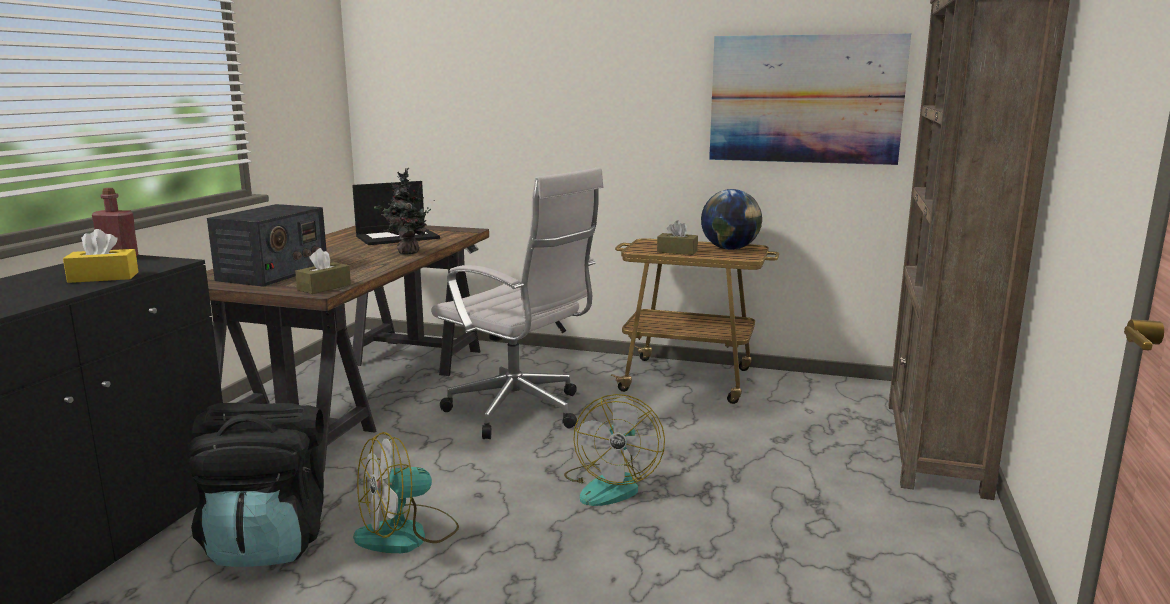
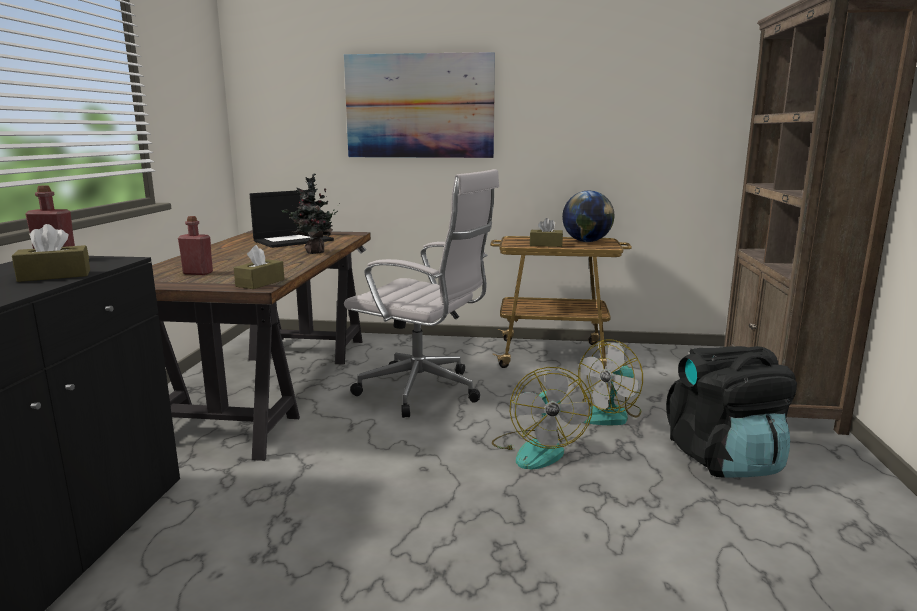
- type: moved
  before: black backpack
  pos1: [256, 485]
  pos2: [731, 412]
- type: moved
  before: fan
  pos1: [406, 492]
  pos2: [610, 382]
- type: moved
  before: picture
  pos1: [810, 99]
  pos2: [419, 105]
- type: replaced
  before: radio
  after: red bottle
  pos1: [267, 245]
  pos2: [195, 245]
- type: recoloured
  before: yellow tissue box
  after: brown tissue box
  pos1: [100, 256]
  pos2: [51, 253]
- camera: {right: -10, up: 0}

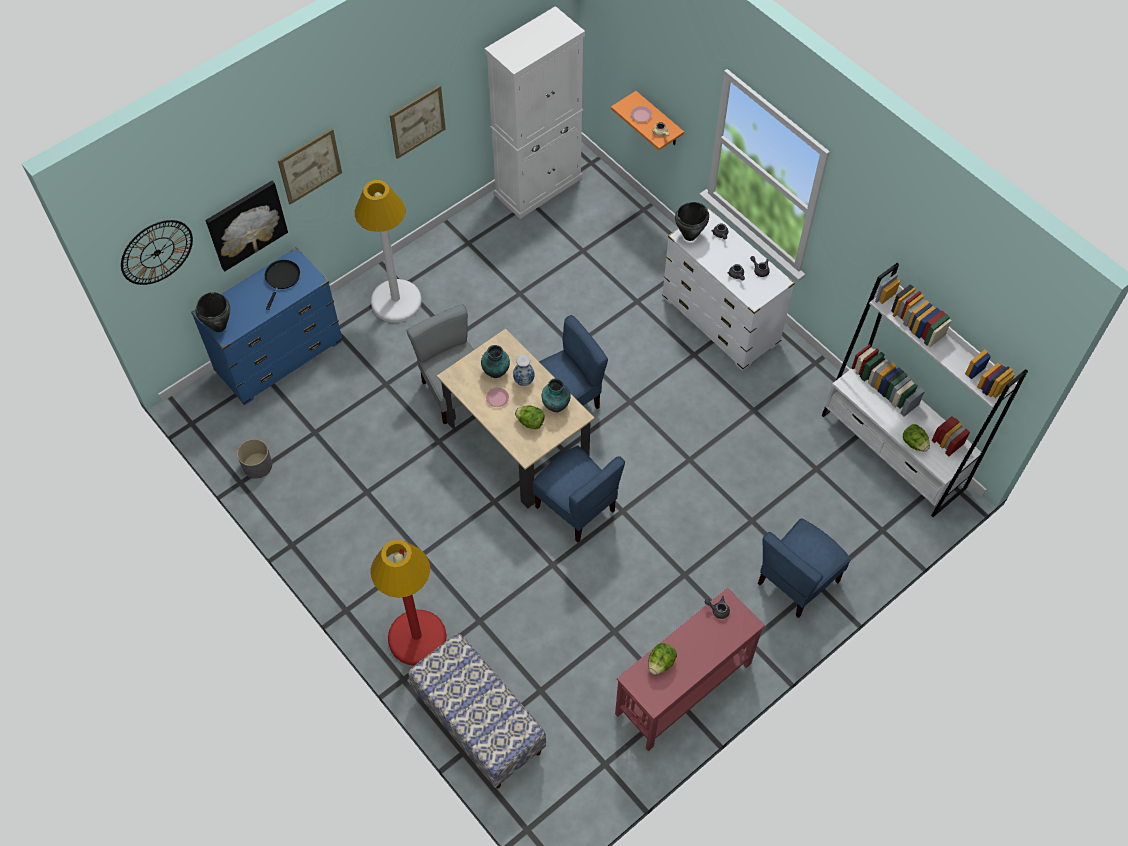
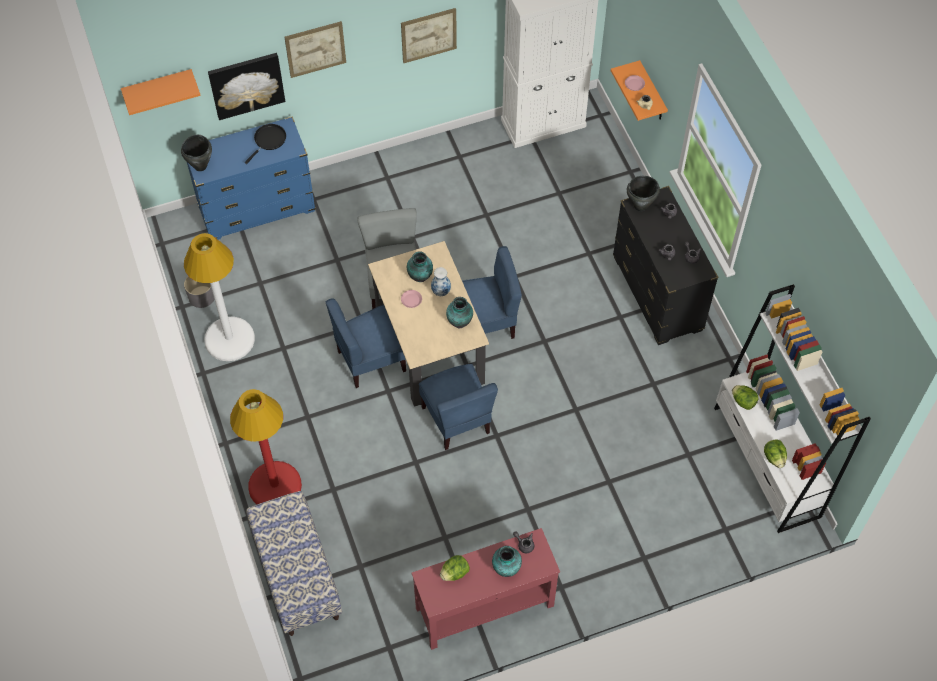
- type: added
  after: vase
  pos2: [507, 561]
- type: moved
  before: white floor lamp
  pos1: [388, 251]
  pos2: [219, 297]
- type: moved
  before: lettuce
  pos1: [530, 417]
  pos2: [745, 397]
- type: moved
  before: blue chair
  pos1: [804, 568]
  pos2: [366, 343]
- type: replaced
  before: wall clock
  after: orange shelf
  pos1: [157, 252]
  pos2: [161, 92]
- type: recoloured
  before: white dresser
  after: black dresser
  pos1: [728, 289]
  pos2: [666, 265]
- camera: {right: 20, up: 0}

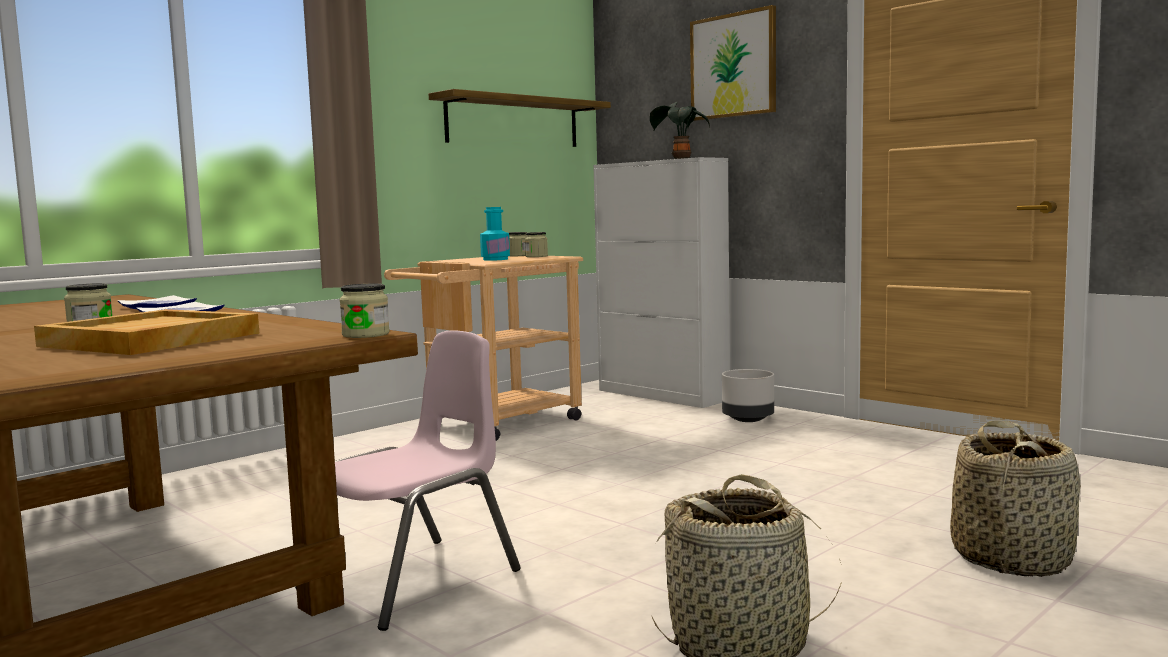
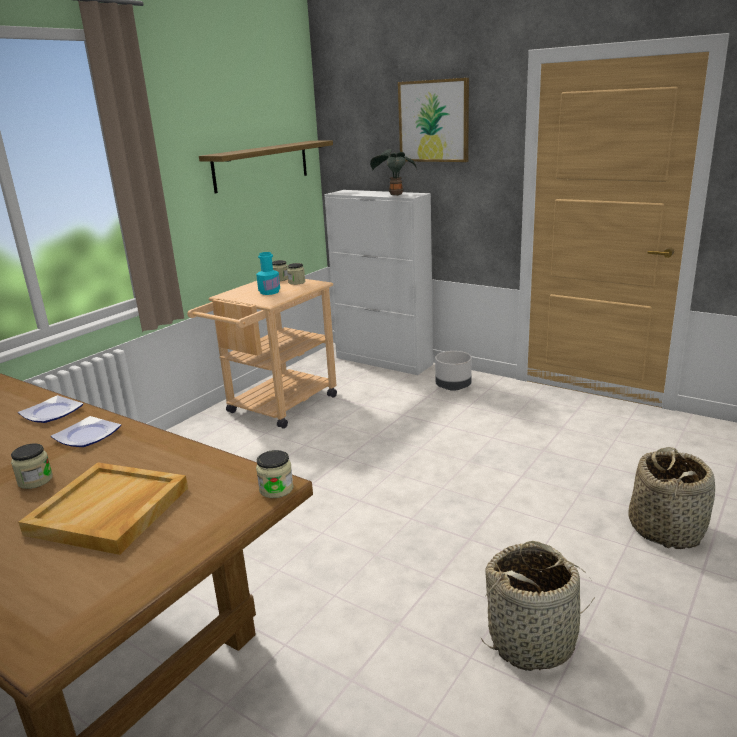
- type: removed
  before: pink chair
  pos1: [408, 480]
- camera: {right: -10, up: 15}

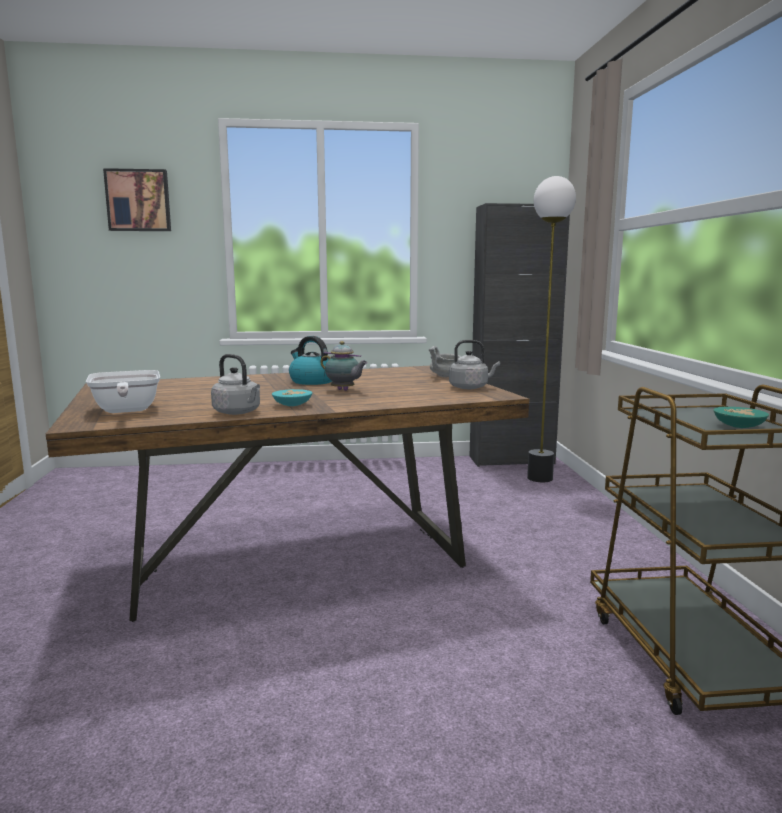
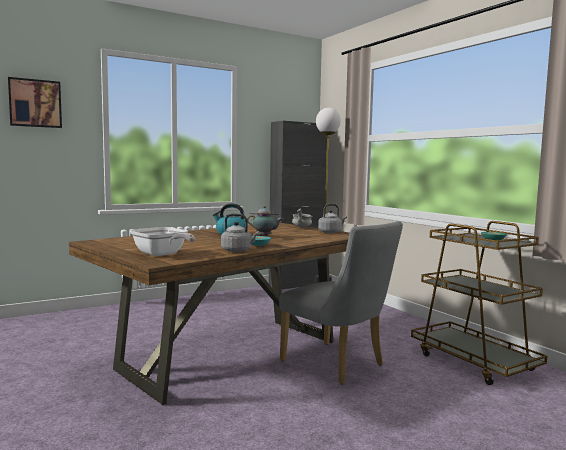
- type: added
  after: grey chair
  pos2: [341, 302]
- camera: {right: -25, up: -5}

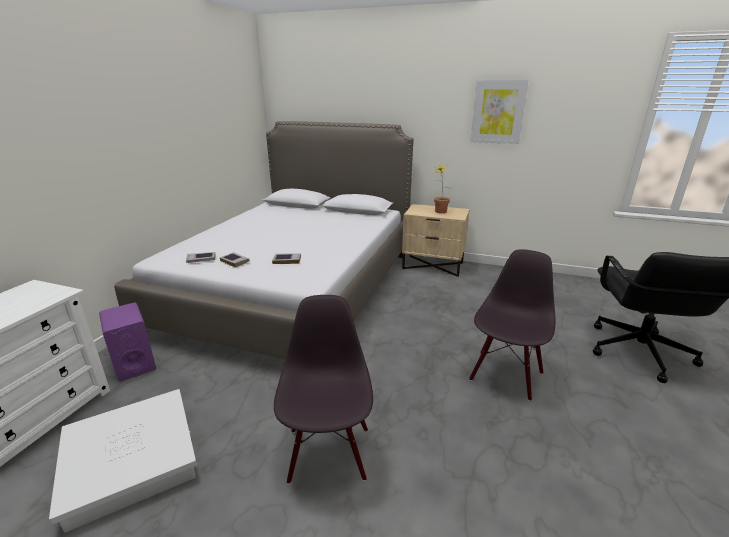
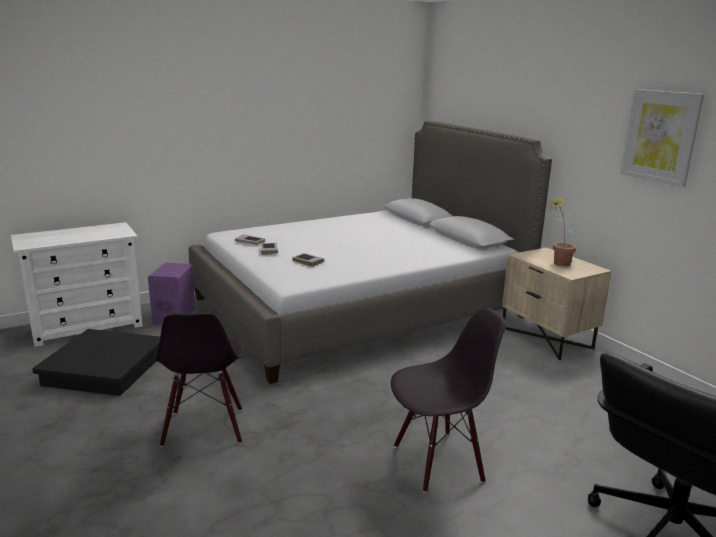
- type: recoloured
  before: white storage box
  after: black storage box
  pos1: [123, 461]
  pos2: [96, 362]
- type: turned
  before: black chair
  pos1: [323, 389]
  pos2: [199, 380]
  turn: 135
- camera: {right: 40, up: -5}

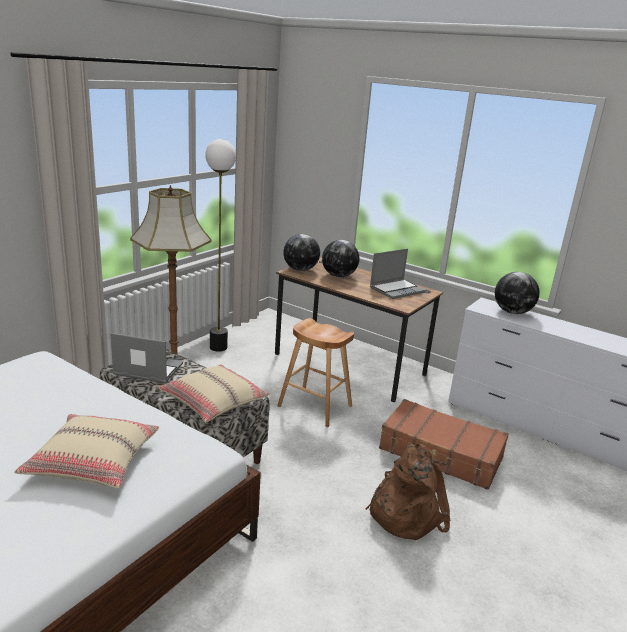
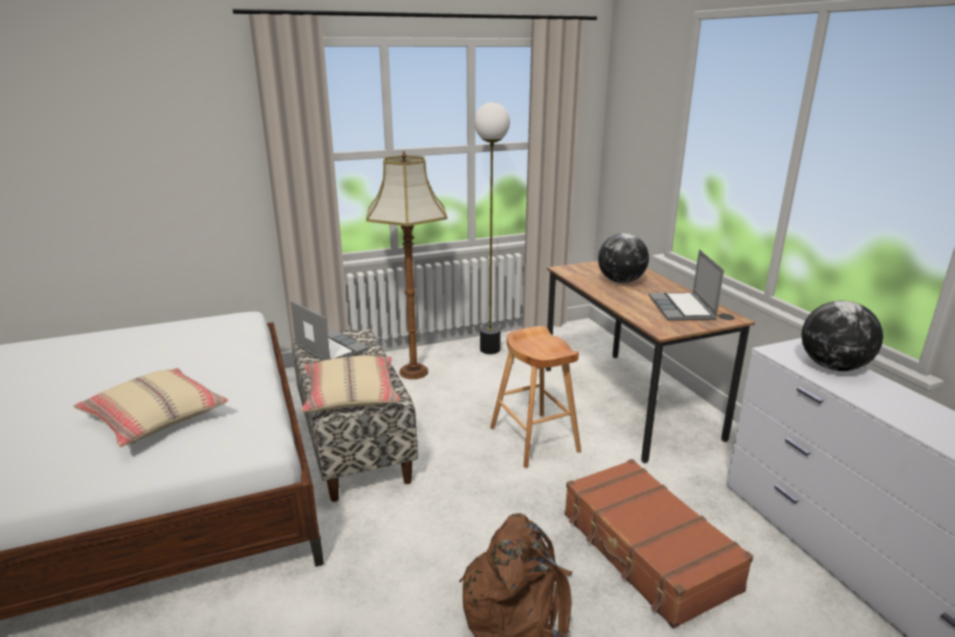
- type: removed
  before: globe
  pos1: [301, 252]
- type: turned
  before: laptop
  pos1: [398, 274]
  pos2: [686, 285]
  turn: 90
- camera: {right: 35, up: 0}

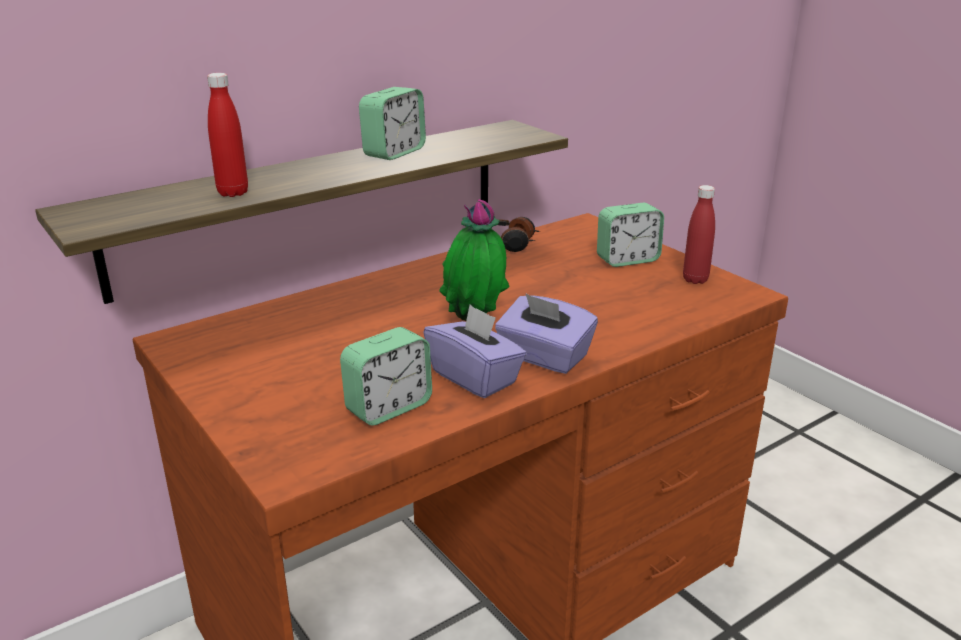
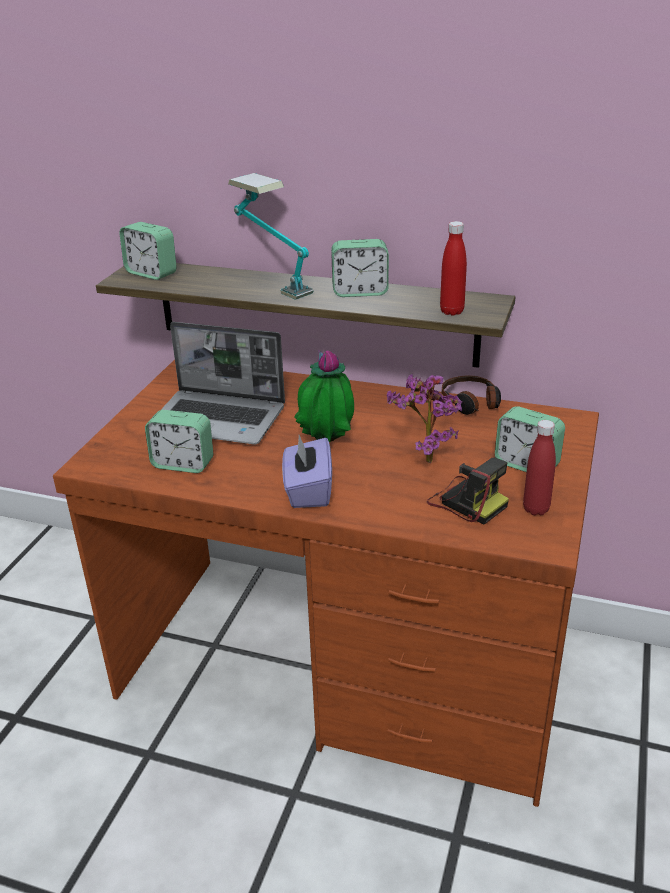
- type: removed
  before: purple tissue box
  pos1: [475, 351]
- type: added
  after: alarm clock
  pos2: [148, 251]
- type: added
  after: laptop
  pos2: [223, 383]
- type: added
  after: table lamp
  pos2: [271, 236]
- type: added
  after: potted plant
  pos2: [424, 418]
- type: added
  after: photo camera
  pos2: [468, 491]
- type: moved
  before: red bottle
  pos1: [227, 135]
  pos2: [453, 268]
- camera: {right: 55, up: 5}

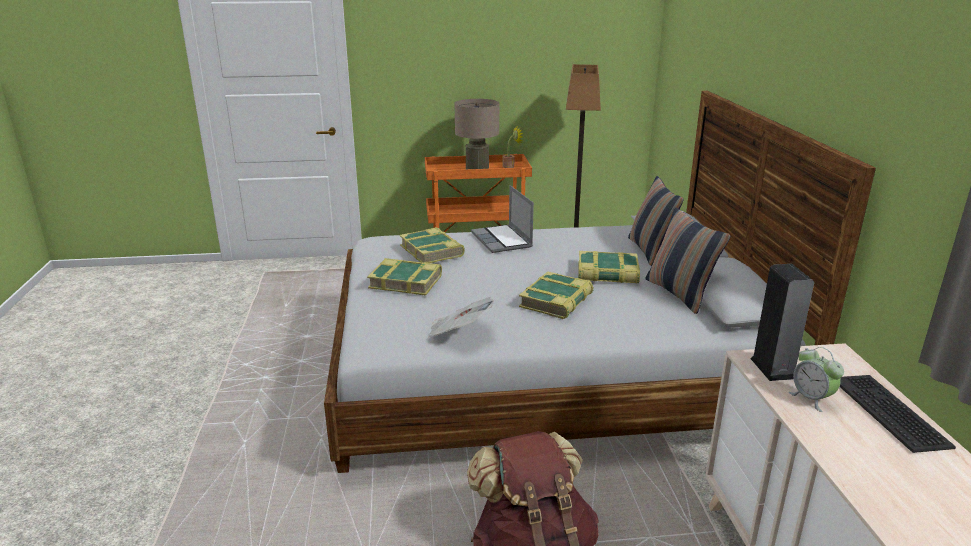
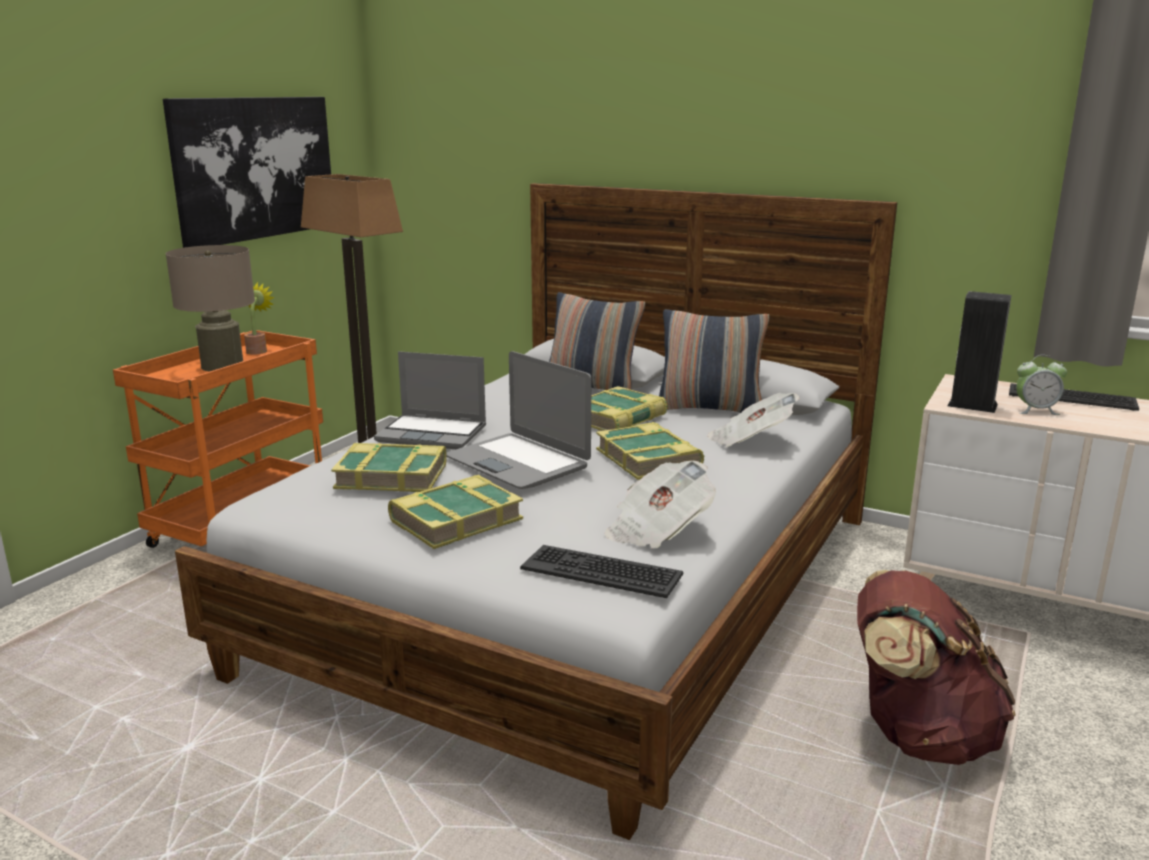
- type: added
  after: picture
  pos2: [247, 172]
- type: added
  after: laptop
  pos2: [519, 420]
- type: added
  after: keyboard
  pos2: [601, 571]
- type: added
  after: newspaper
  pos2: [753, 420]
- camera: {right: -55, up: -5}

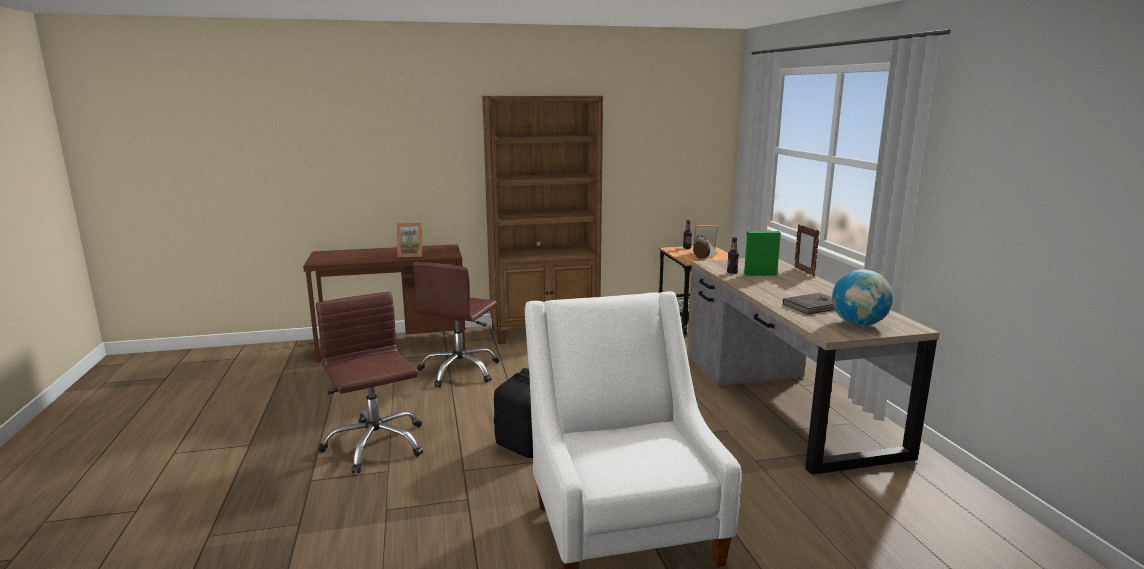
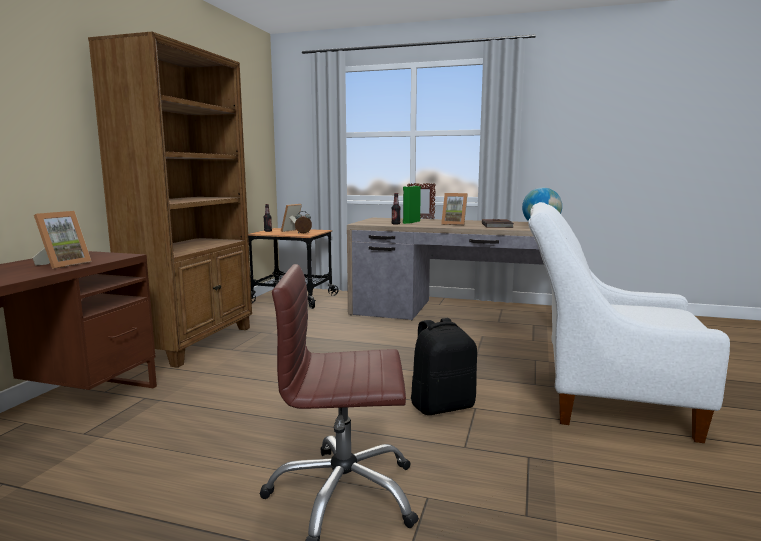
- type: removed
  before: brown office chair
  pos1: [456, 324]
- type: added
  after: picture frame
  pos2: [454, 209]
- camera: {right: -60, up: -5}

